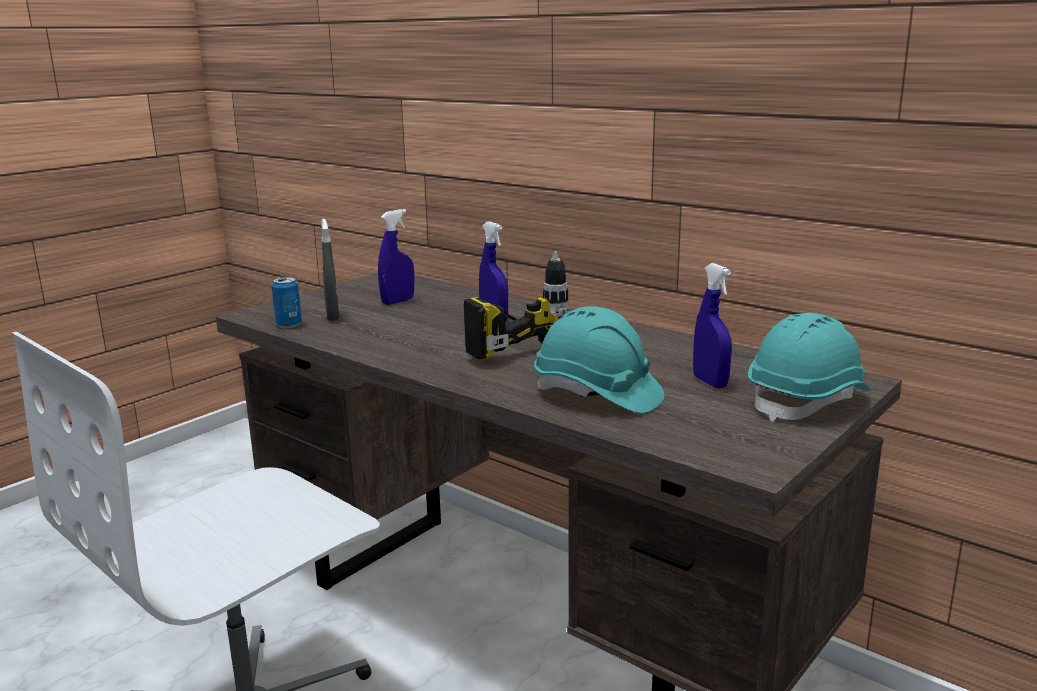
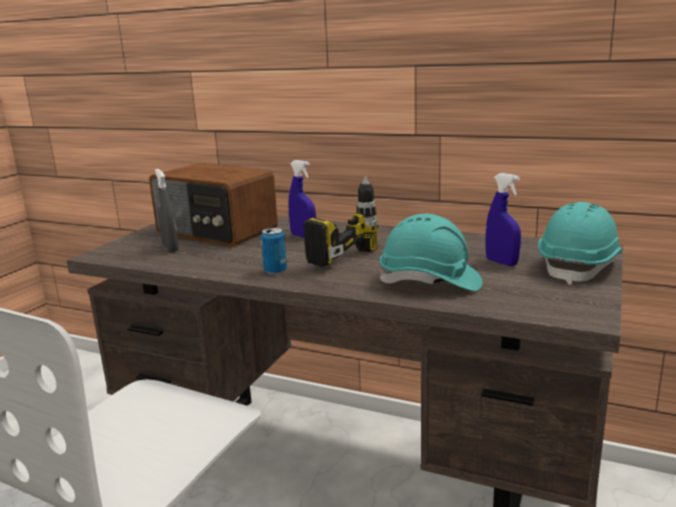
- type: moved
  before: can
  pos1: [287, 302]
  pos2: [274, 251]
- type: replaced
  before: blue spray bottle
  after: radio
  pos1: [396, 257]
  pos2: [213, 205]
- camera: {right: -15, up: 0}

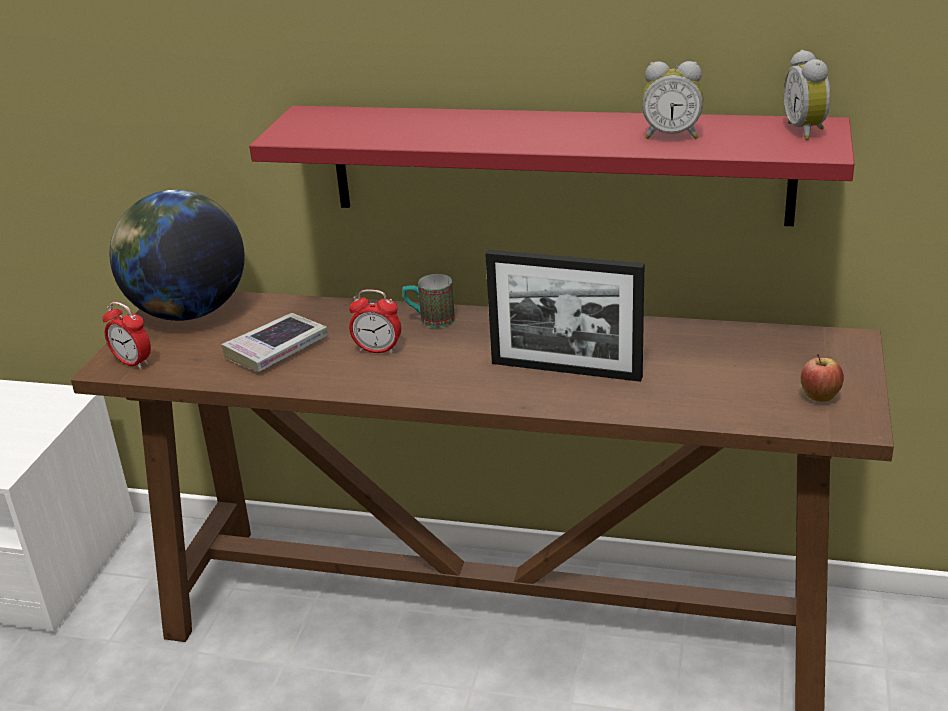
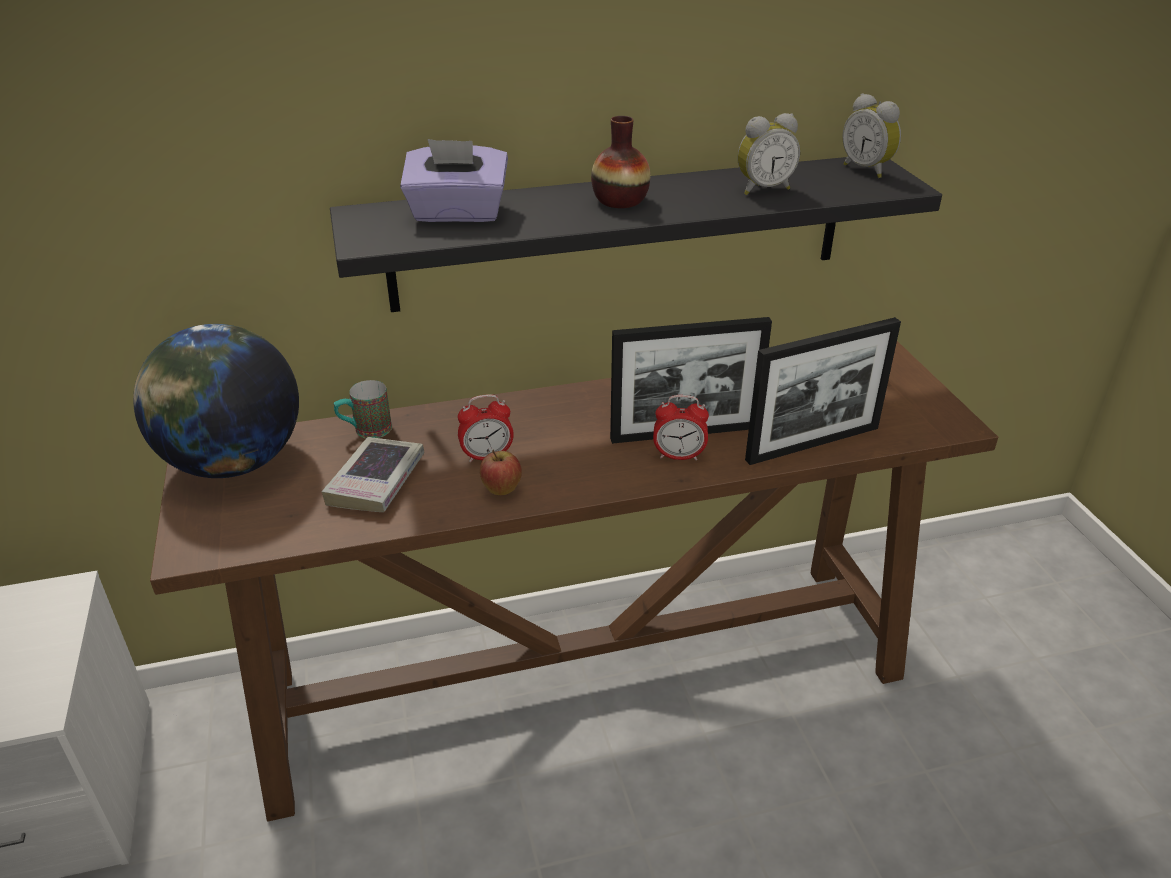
- type: added
  after: purple tissue box
  pos2: [454, 180]
- type: added
  after: vase
  pos2: [620, 162]
- type: added
  after: picture frame
  pos2: [823, 391]
- type: moved
  before: alarm clock
  pos1: [126, 335]
  pos2: [681, 427]
- type: moved
  before: mug
  pos1: [428, 301]
  pos2: [363, 409]
- type: moved
  before: apple
  pos1: [822, 377]
  pos2: [501, 472]
- type: recoloured
  before: red shelf
  after: black shelf
  pos1: [551, 166]
  pos2: [636, 234]
- camera: {right: -30, up: 5}

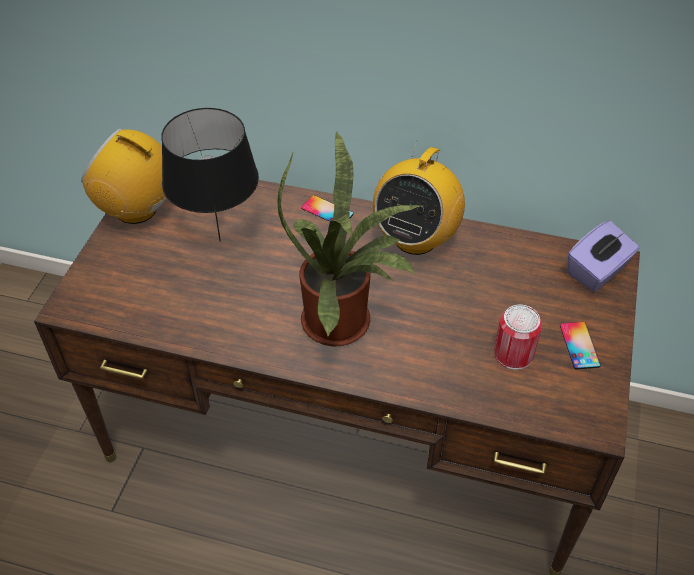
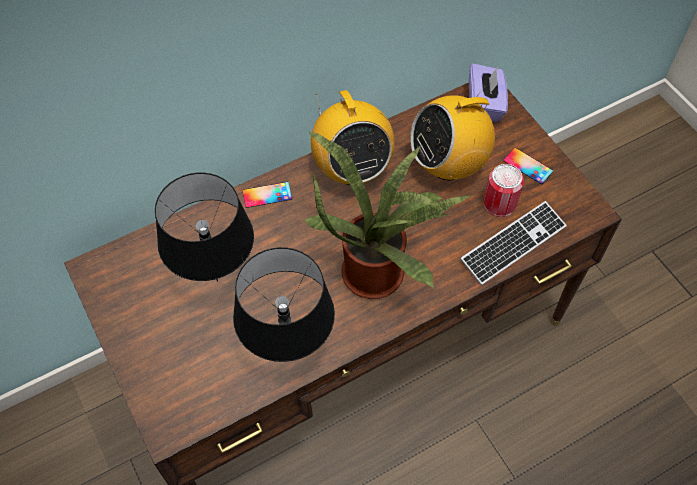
- type: added
  after: black table lamp
  pos2: [284, 304]
- type: added
  after: keyboard
  pos2: [513, 243]
- type: moved
  before: radio
  pos1: [124, 176]
  pos2: [452, 133]
- camera: {right: -45, up: 10}

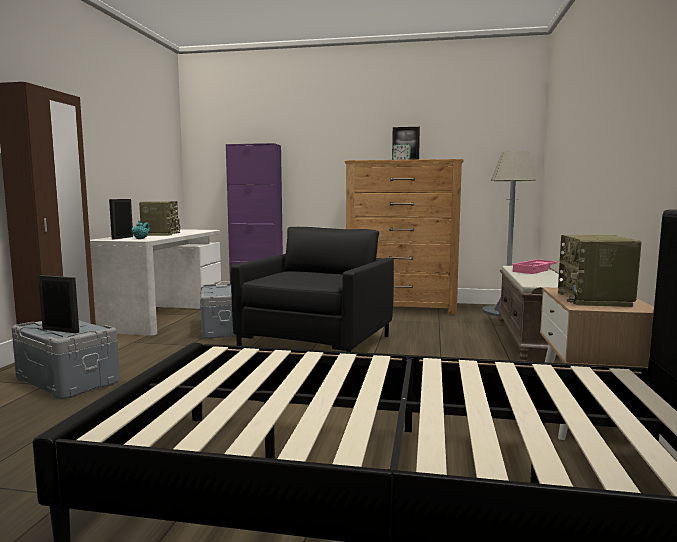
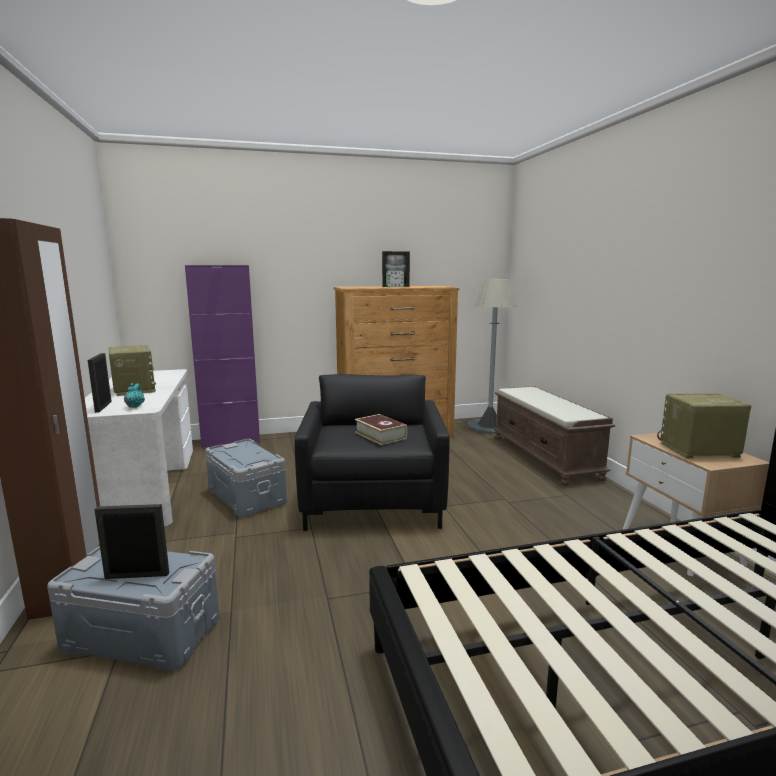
- type: removed
  before: pink tray
  pos1: [534, 266]
- type: added
  after: book
  pos2: [381, 429]
- type: turned
  before: radio
  pos1: [600, 271]
  pos2: [704, 425]
  turn: 105
- camera: {right: -25, up: 5}

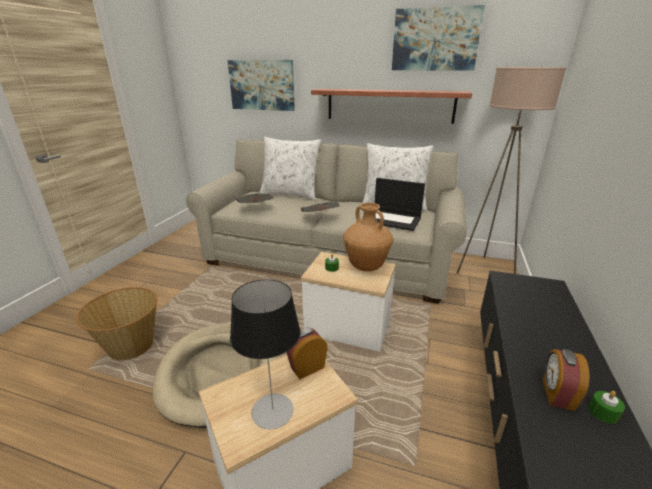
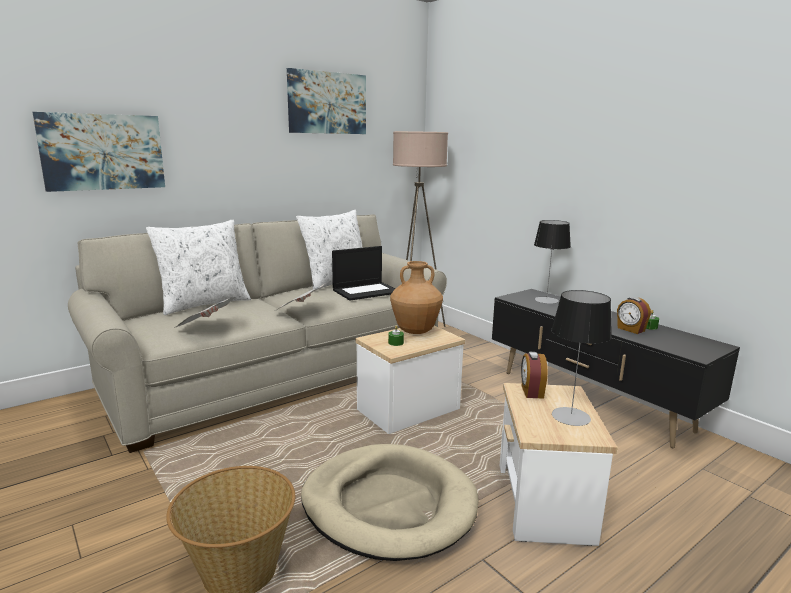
- type: removed
  before: shelf
  pos1: [391, 106]
- type: added
  after: table lamp
  pos2: [552, 262]
- camera: {right: -55, up: -10}

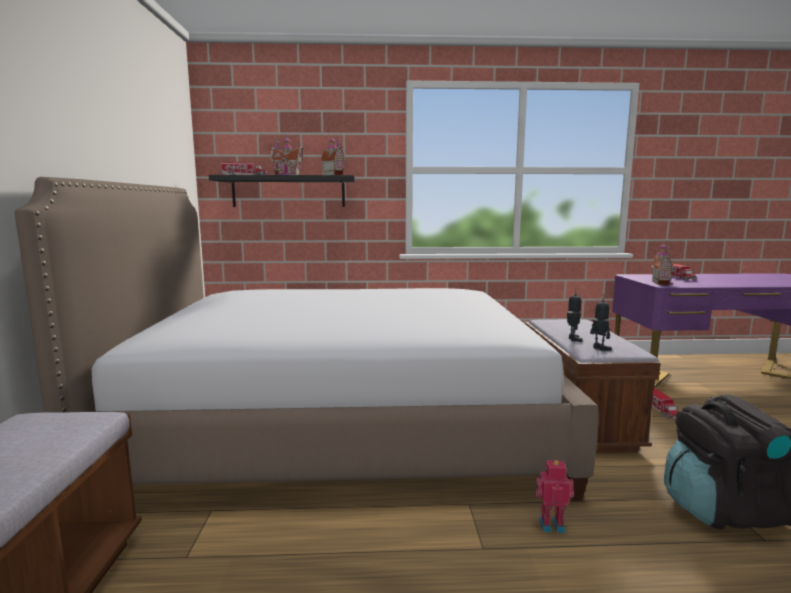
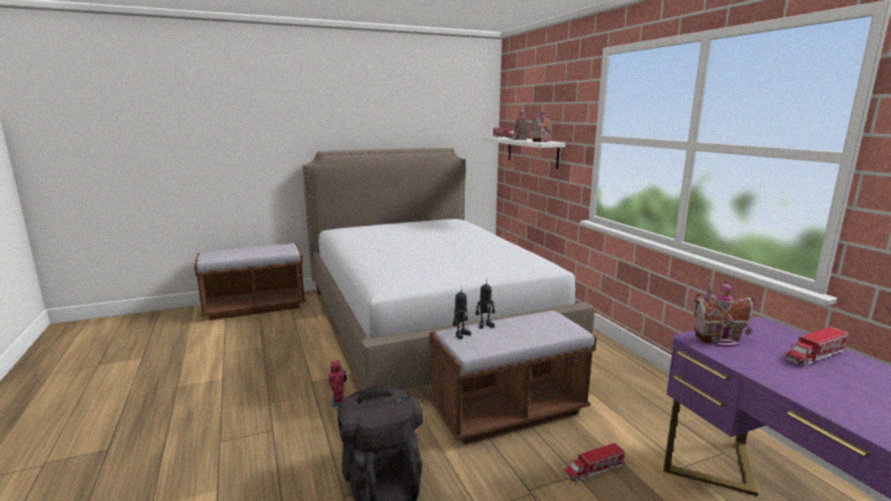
- type: recoloured
  before: black shelf
  after: white shelf
  pos1: [282, 191]
  pos2: [524, 153]
- camera: {right: 70, up: 5}

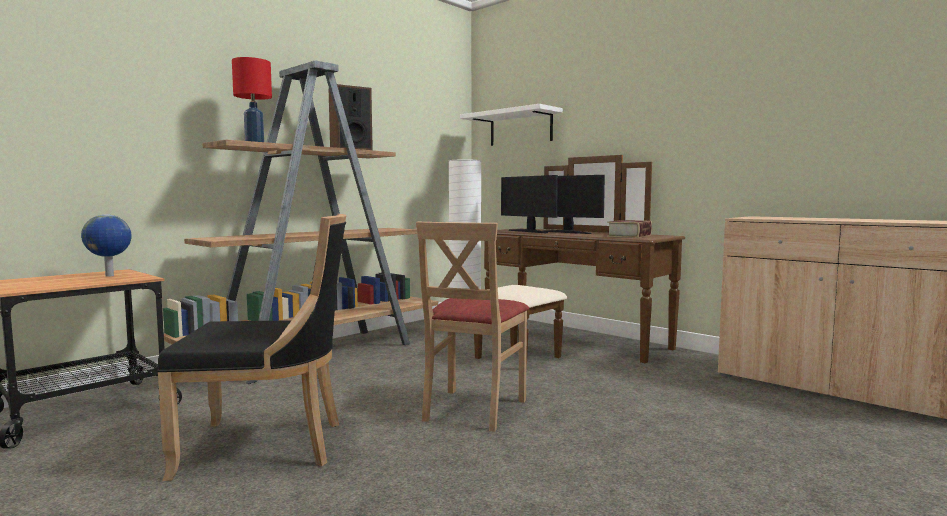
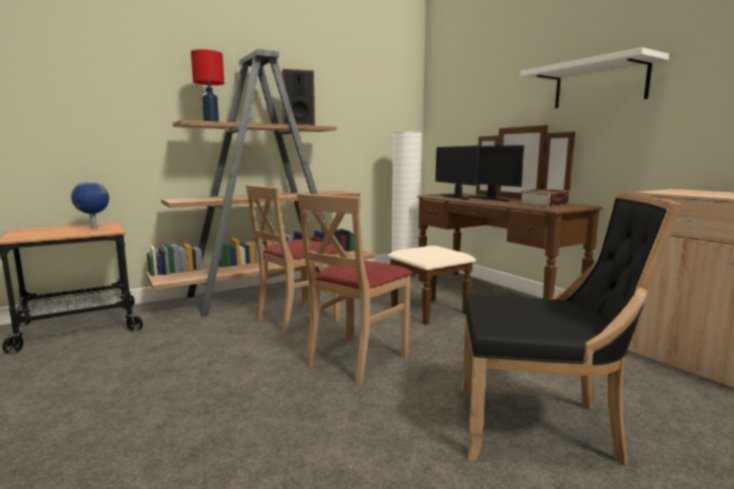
- type: added
  after: beige chair
  pos2: [293, 260]
- type: moved
  before: black chair
  pos1: [251, 347]
  pos2: [571, 328]
- type: moved
  before: white shelf
  pos1: [511, 125]
  pos2: [594, 77]
- camera: {right: 15, up: 5}

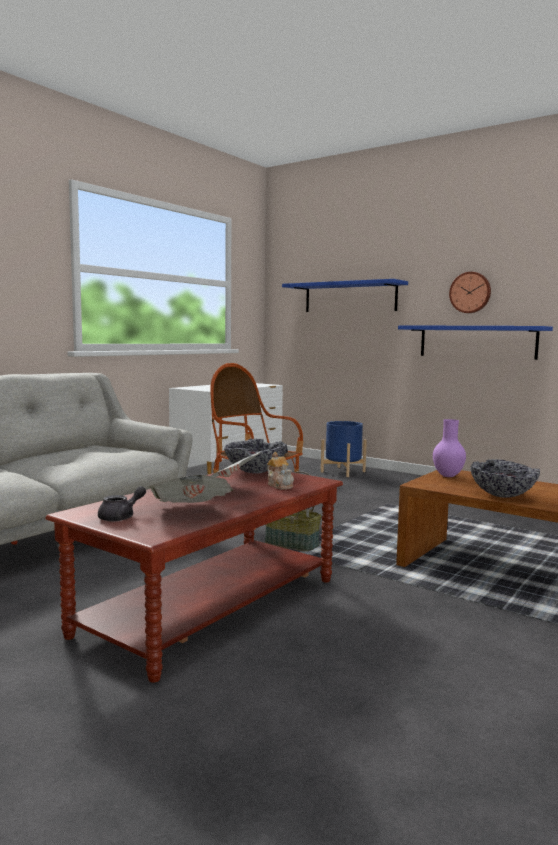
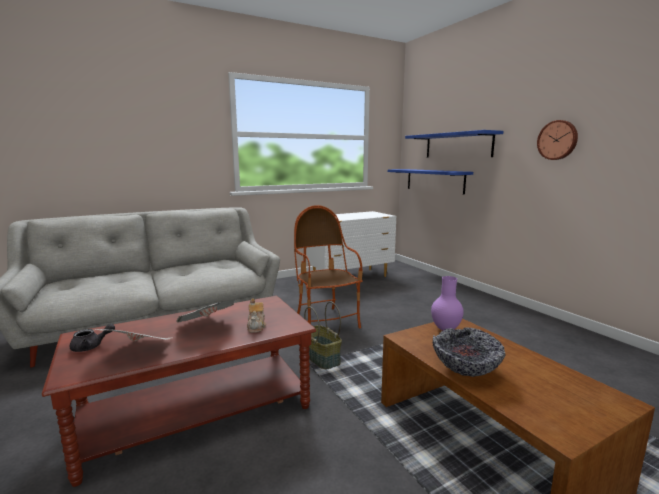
- type: removed
  before: bowl
  pos1: [256, 456]
- type: removed
  before: blue planter
  pos1: [344, 449]
- type: moved
  before: blue shelf
  pos1: [475, 342]
  pos2: [430, 182]
- camera: {right: 25, up: 5}

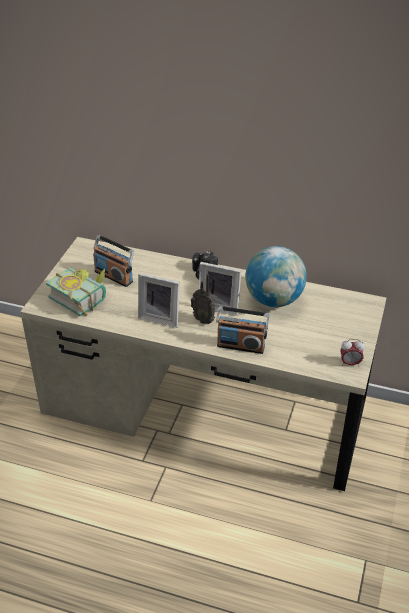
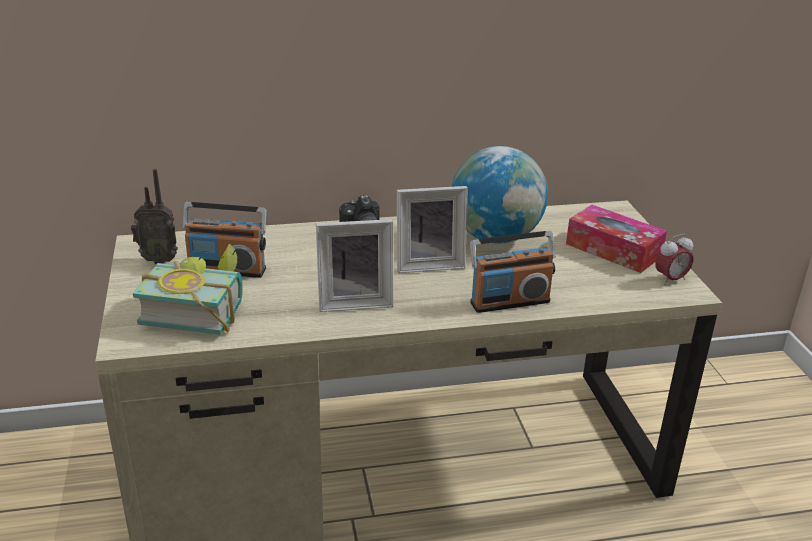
- type: added
  after: tissue box
  pos2: [616, 239]
- type: moved
  before: radio
  pos1: [203, 299]
  pos2: [154, 216]
- camera: {right: -30, up: -10}

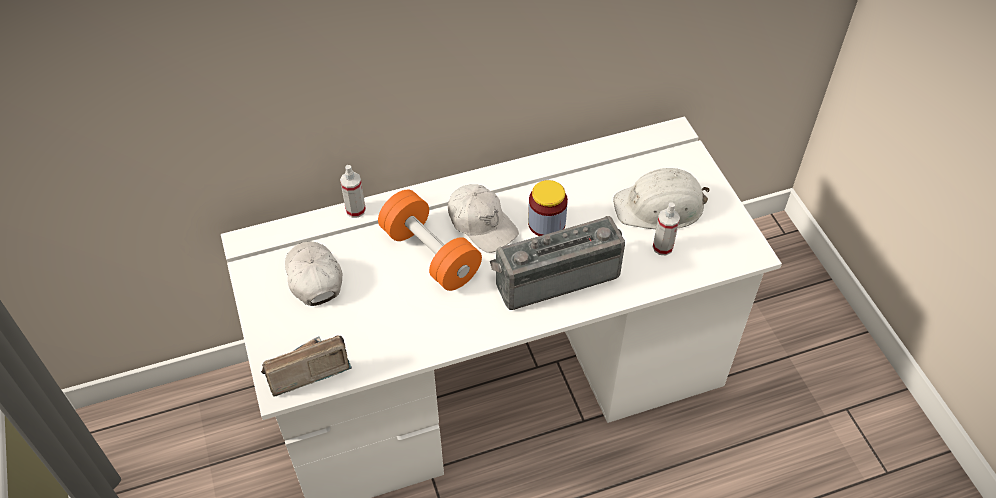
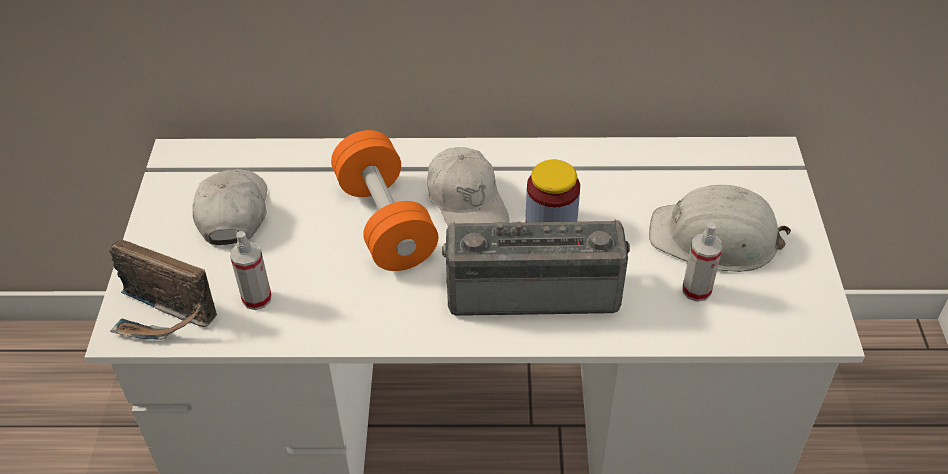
- type: moved
  before: spray bottle
  pos1: [353, 191]
  pos2: [251, 270]
- type: turned
  before: radio
  pos1: [306, 365]
  pos2: [163, 289]
  turn: -150
- camera: {right: 20, up: -5}

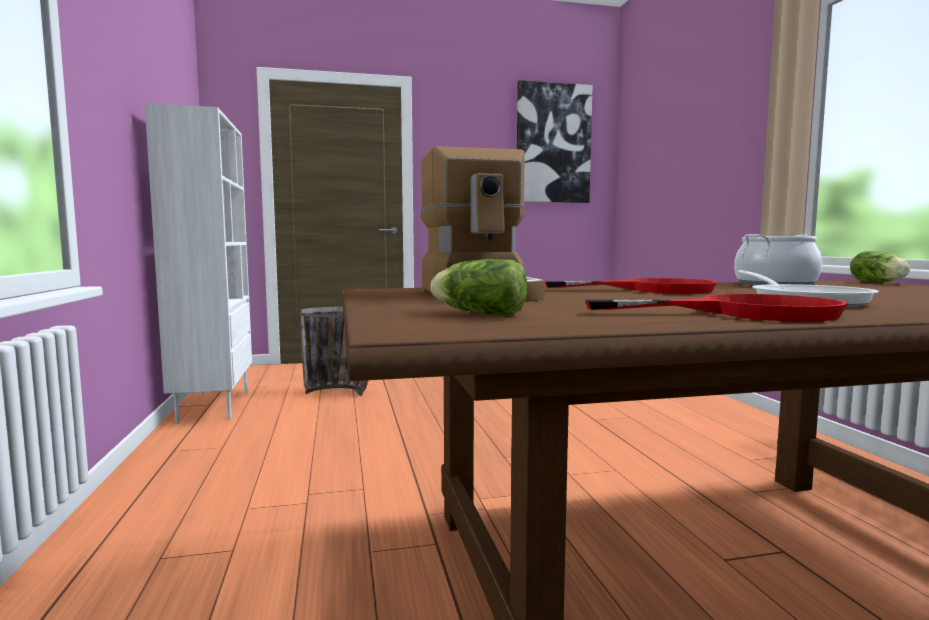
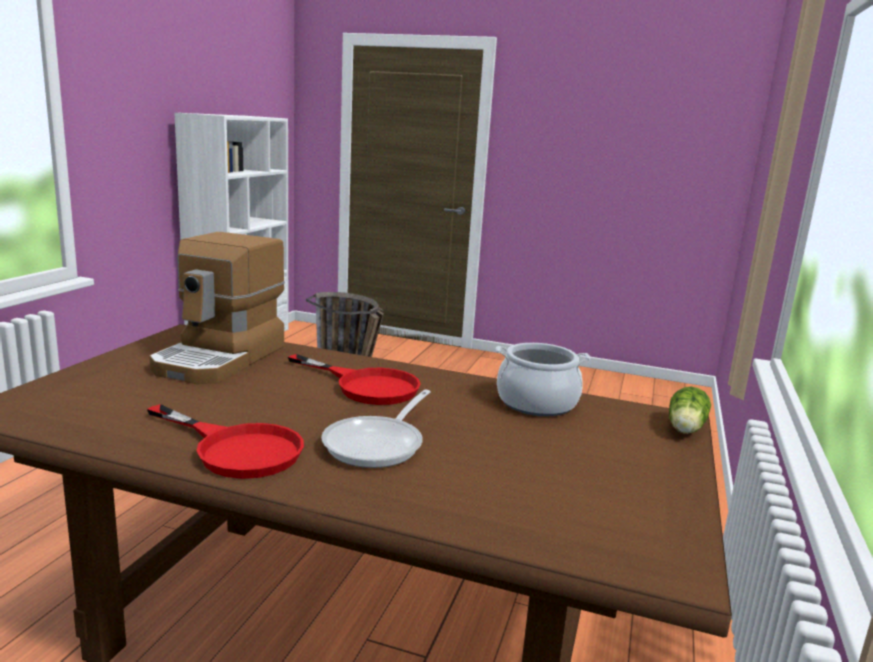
- type: removed
  before: lettuce
  pos1: [479, 287]
- type: removed
  before: picture
  pos1: [555, 141]
- camera: {right: 30, up: 10}

